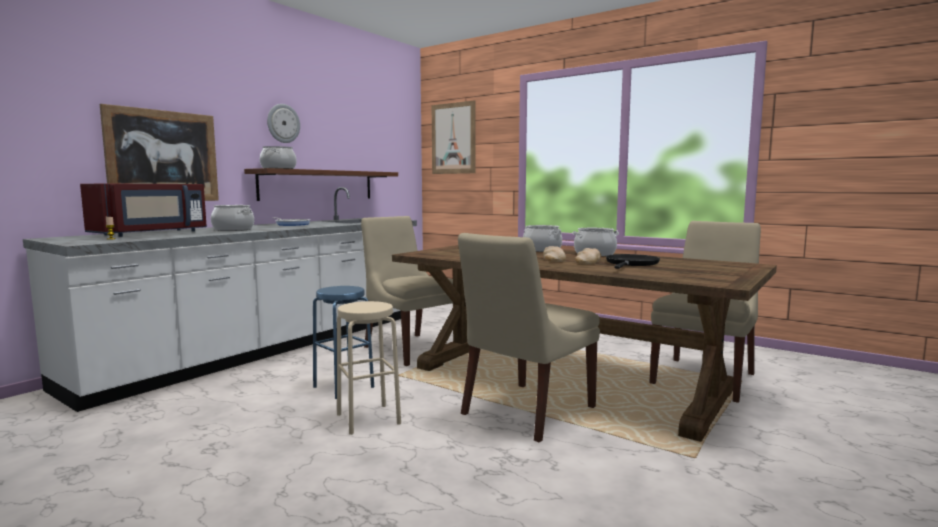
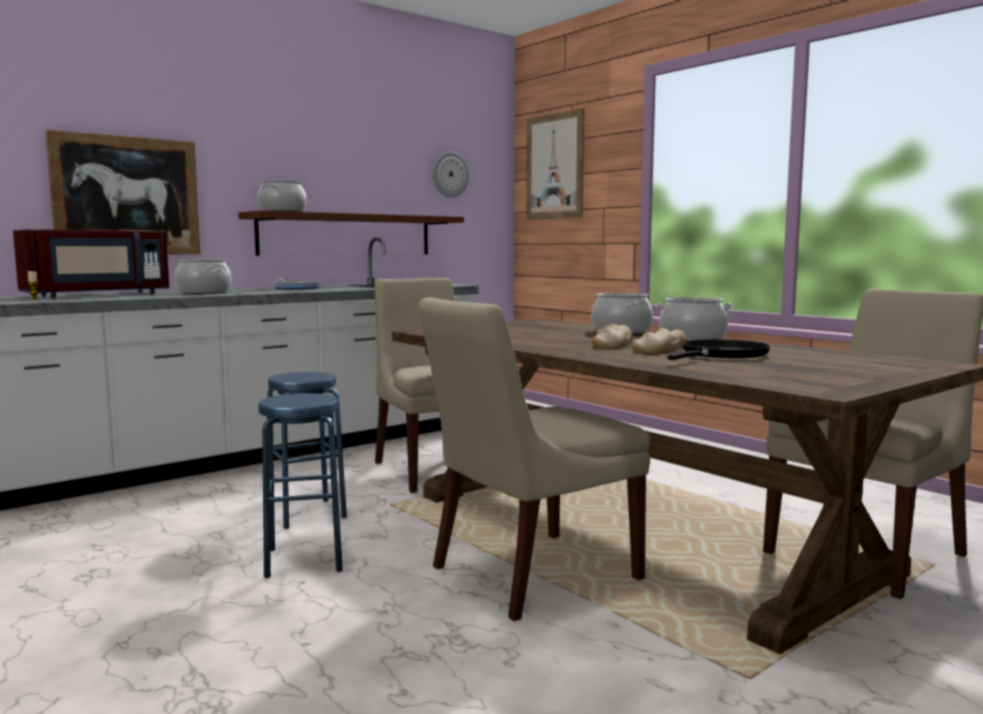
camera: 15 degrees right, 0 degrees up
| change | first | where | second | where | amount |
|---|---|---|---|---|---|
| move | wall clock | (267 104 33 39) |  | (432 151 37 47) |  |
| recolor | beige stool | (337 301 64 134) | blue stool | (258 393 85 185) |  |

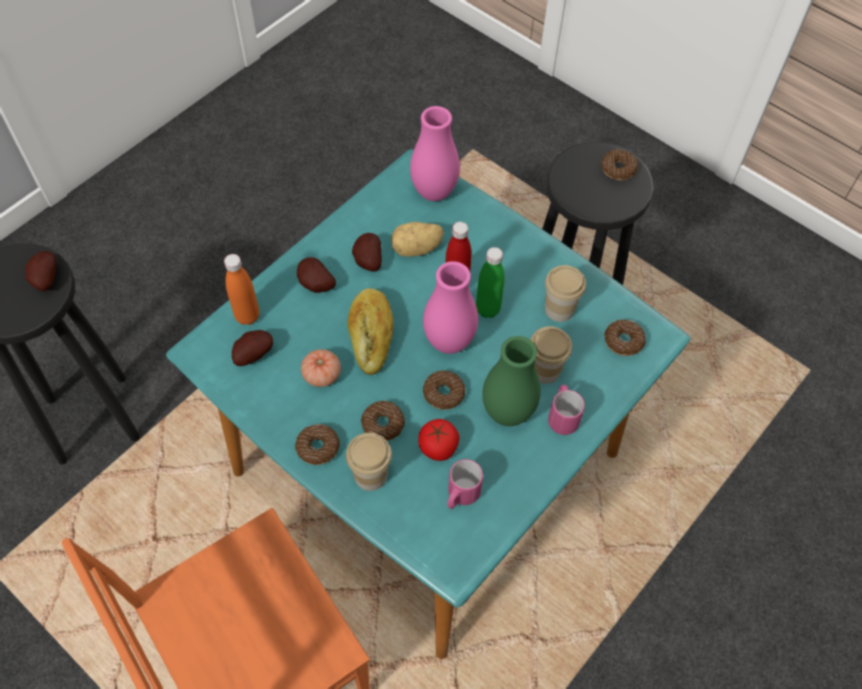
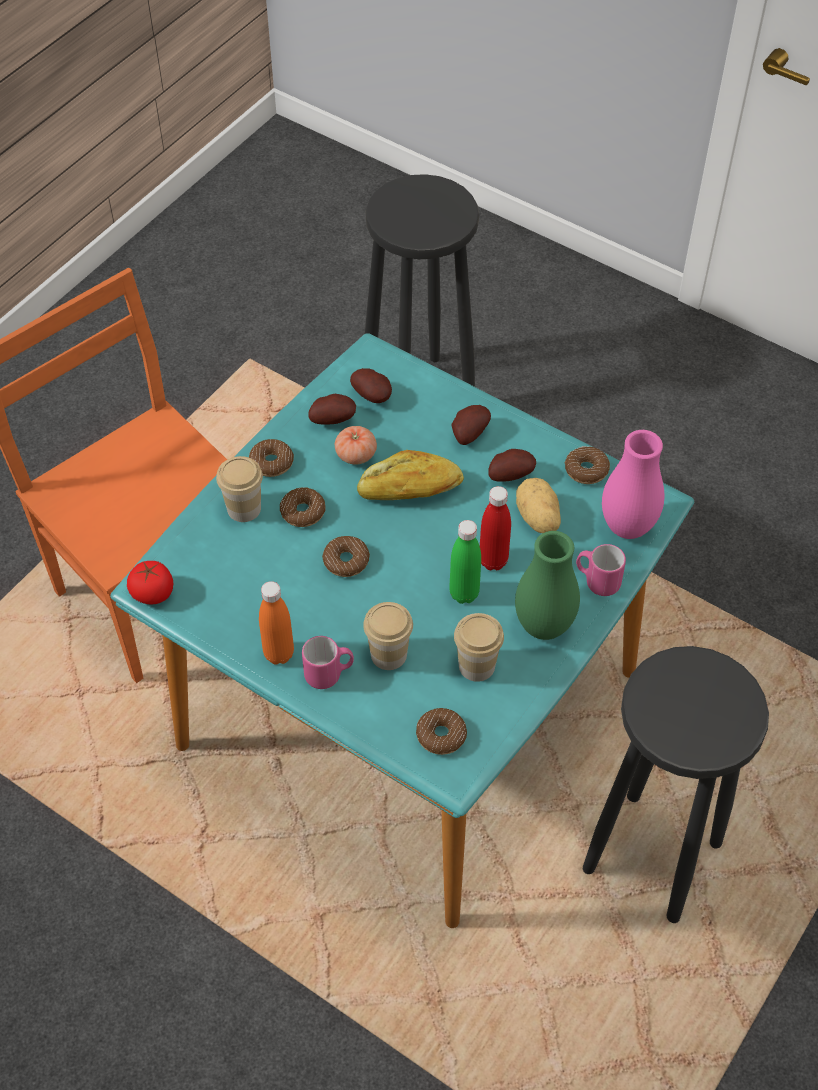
camera: 85 degrees right, 5 degrees down
| change | first | where | second | where | amount |
|---|---|---|---|---|---|
| delete | pink vase | (423 261 55 93) |  |  |  |
| move | potato | (25 251 31 40) |  | (308 394 48 31) |  |
| move | orange bottle | (224 254 35 71) |  | (259 581 35 84) |  |
| move | tomato | (418 419 41 42) |  | (127 561 47 44) |  |
| move | pink mug | (447 459 36 50) |  | (576 544 50 52) |  |
| move | green vase | (482 336 59 90) |  | (515 531 65 109) |  |
| move | donut | (601 149 37 31) |  | (565 446 45 38) |  |

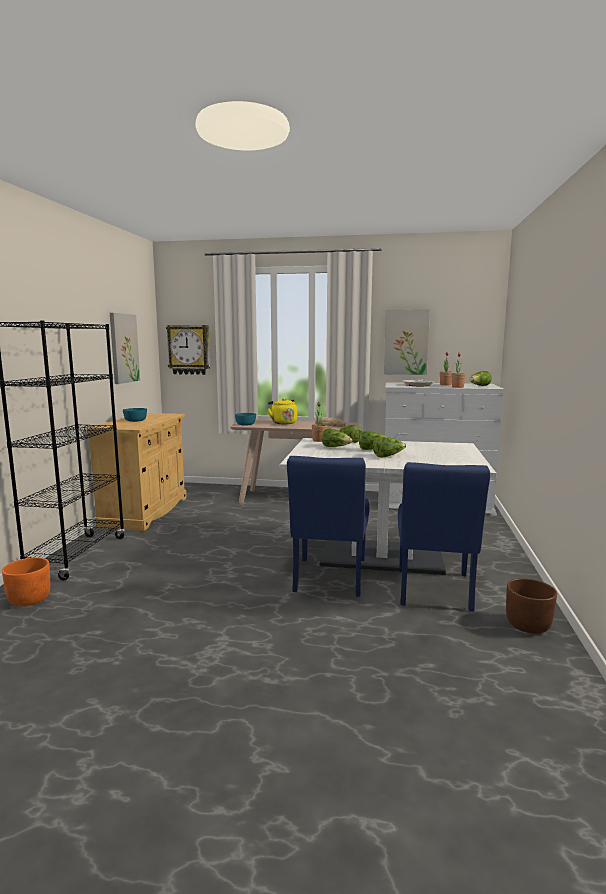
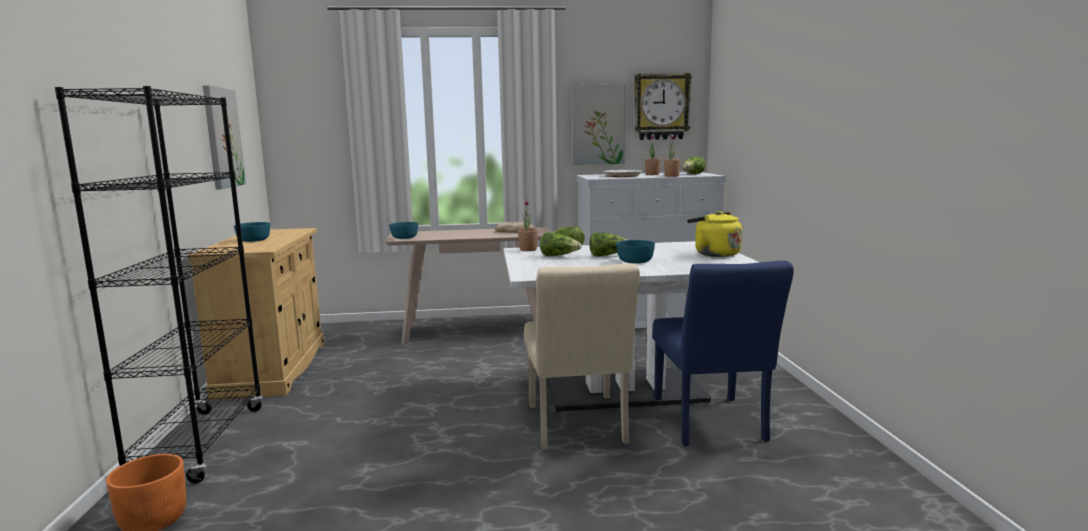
camera: 15 degrees left, 0 degrees up
| change | first | where | second | where | amount |
|---|---|---|---|---|---|
| delete | brown planter | (506 578 51 56) |  |  |  |
| move | wall clock | (166 325 44 50) |  | (634 73 58 67) |  |
| move | yellow kettle | (268 398 29 26) |  | (687 211 55 46) |  |
| replace | lettuce | (373 437 33 20) | turquoise bowl | (616 240 39 24) |  |
| recolor | blue chair | (287 456 82 141) | beige chair | (524 263 116 187) |  |

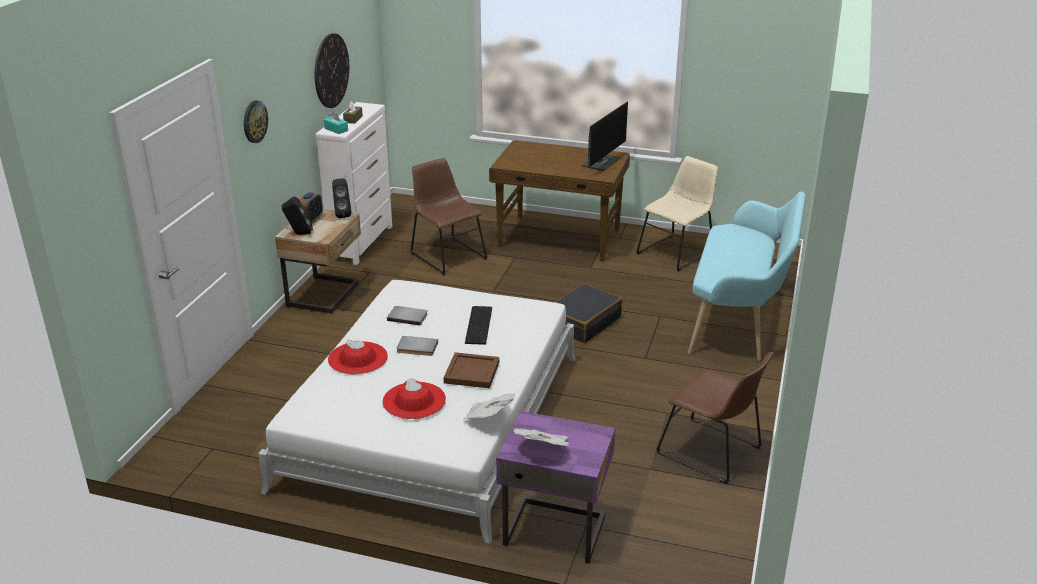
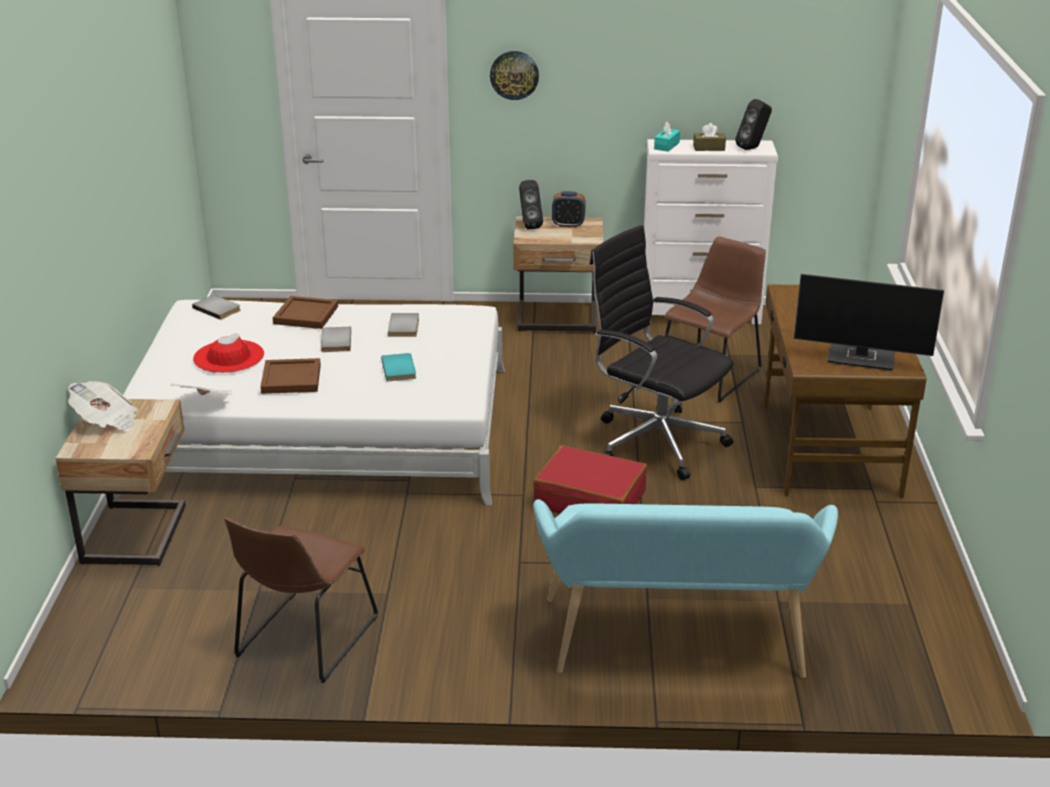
camera: 75 degrees right, 0 degrees up
| change | first | where | second | where | amount |
|---|---|---|---|---|---|
| delete | wall clock | (315 33 34 75) |  |  |  |
| delete | beige chair | (636 156 82 116) |  |  |  |
| insert |  |  | grey book | (192 295 49 25) |  |
| insert |  |  | black office chair | (590 225 144 255) |  |
| move | black speaker | (332 179 19 39) |  | (735 99 37 51) |  |
| replace | red hat | (328 340 60 34) | brown tray | (273 296 65 33) |  |
| replace | keyboard | (465 306 27 39) | turquoise book | (381 353 35 29) |  |
| recolor | purple nightstand | (496 411 119 153) | beige nightstand | (55 399 131 167) |  |
| recolor | black suitcase | (554 284 68 59) | red suitcase | (533 445 114 69) |  |

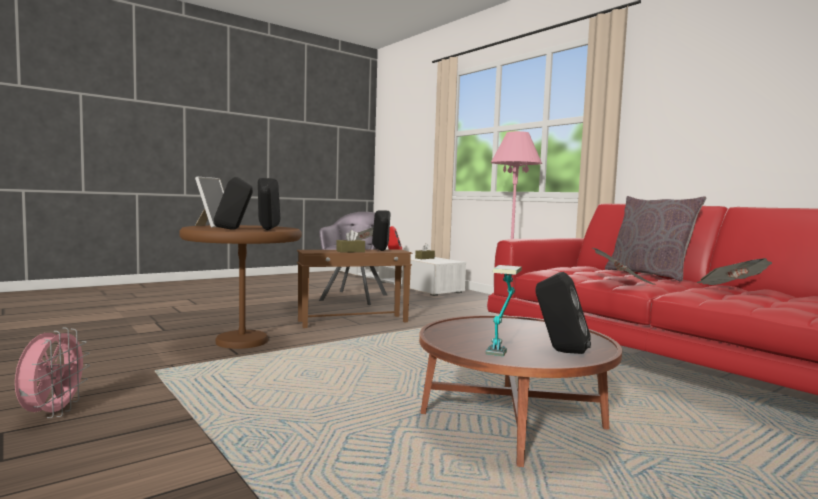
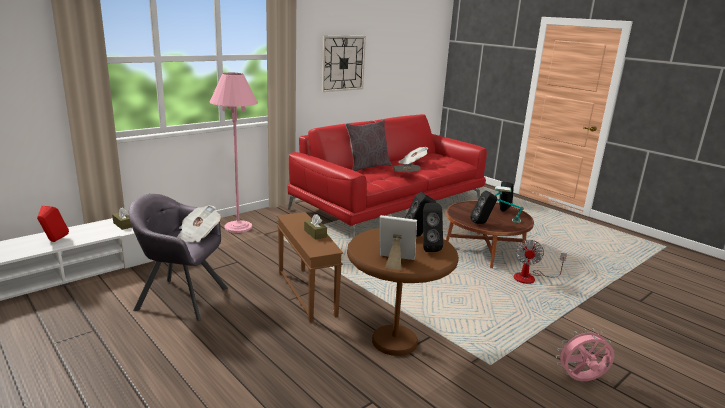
camera: 95 degrees left, 15 degrees up
| change | first | where | second | where | amount |
|---|---|---|---|---|---|
| insert |  |  | wall clock | (321 35 45 57) |  |
| insert |  |  | fan | (514 240 53 44) |  |
| move | black speaker | (372 210 18 41) |  | (471 191 26 33) |  |

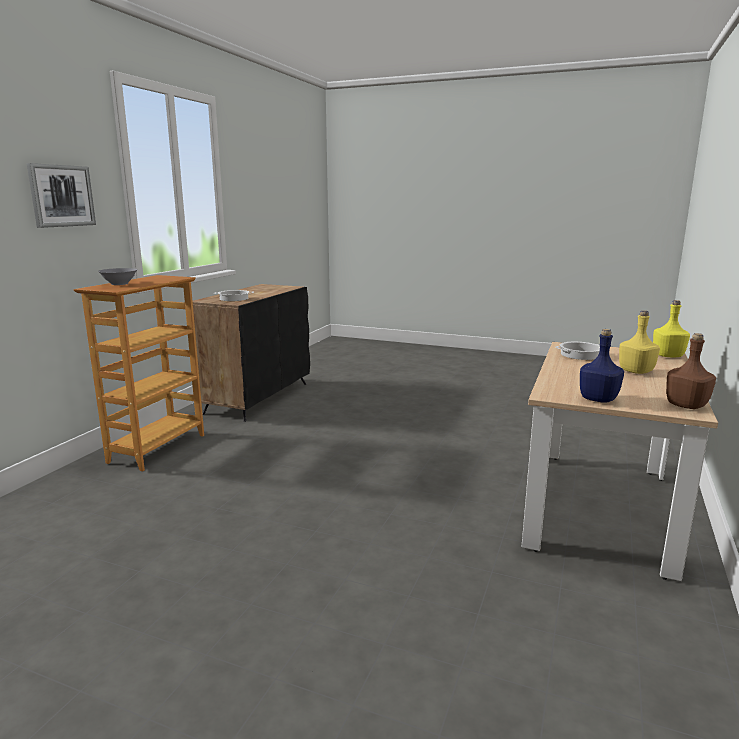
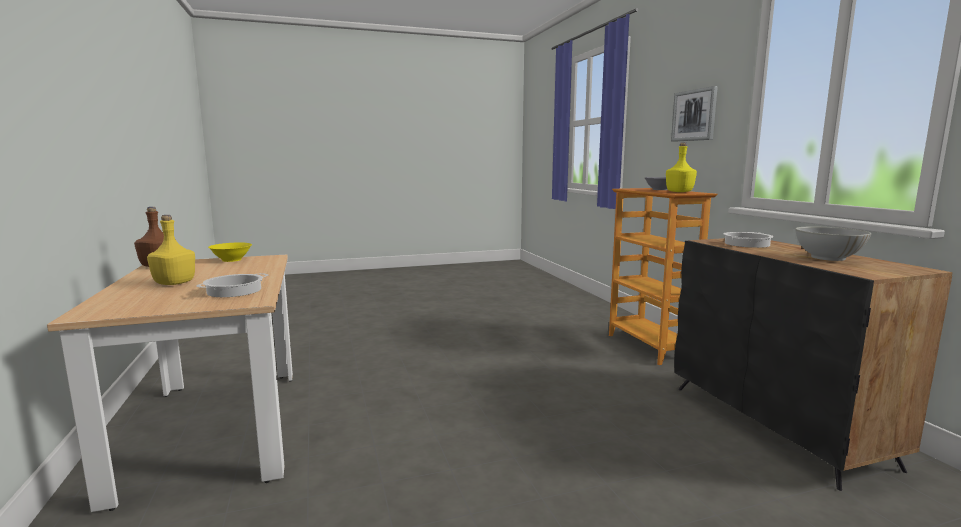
camera: 140 degrees right, 5 degrees down
| change | first | where | second | where | amount |
|---|---|---|---|---|---|
| insert |  |  | white bowl | (795 226 76 35) |  |
| move | yellow bottle | (653 300 37 57) |  | (666 142 31 50) |  |
| replace | blue bottle | (580 329 44 74) | yellow bowl | (208 242 44 20) |  |

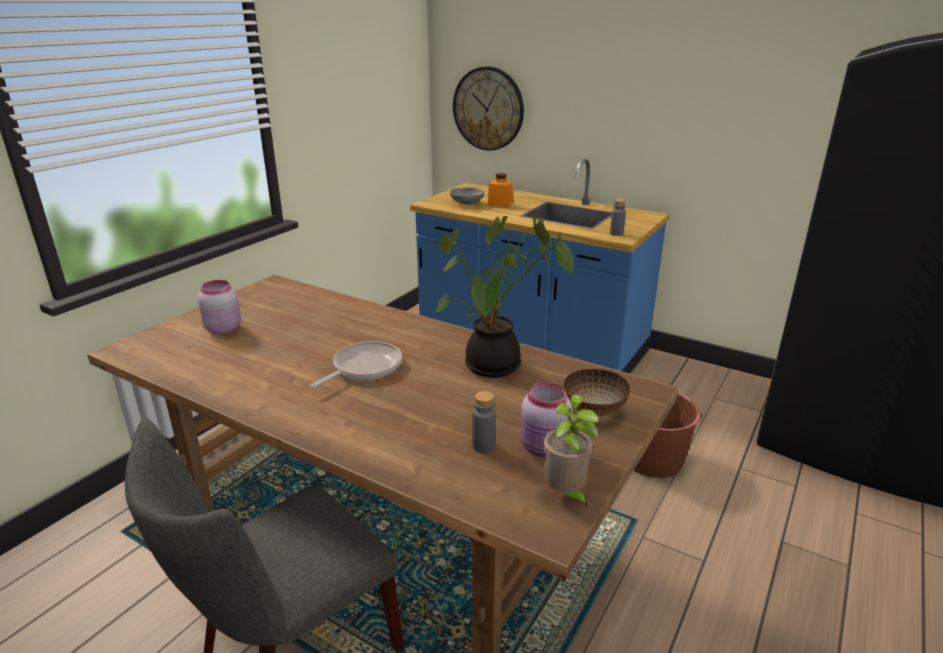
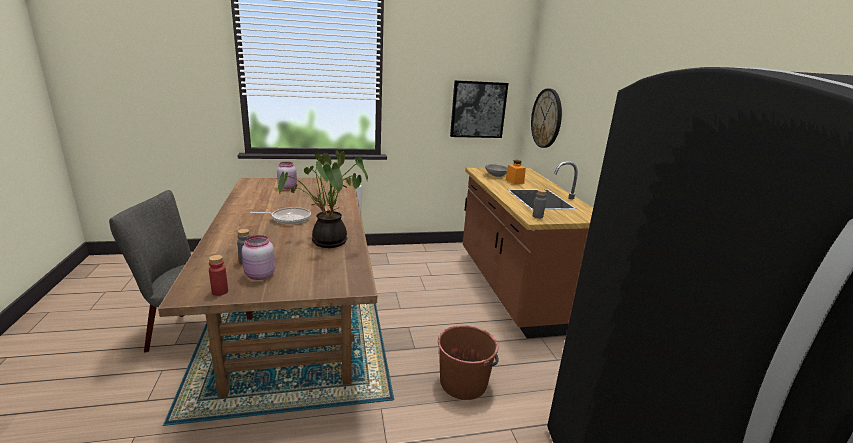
camera: 45 degrees right, 5 degrees down
| change | first | where | second | where | amount |
|---|---|---|---|---|---|
| delete | bowl | (564 369 66 48) |  |  |  |
| insert |  |  | picture | (450 80 58 58) |  |
| replace | potted plant | (543 395 56 115) | red bottle | (209 255 19 41) |  |
| recolor | blue counter | (410 158 259 215) | brown counter | (463 161 130 178) |  |

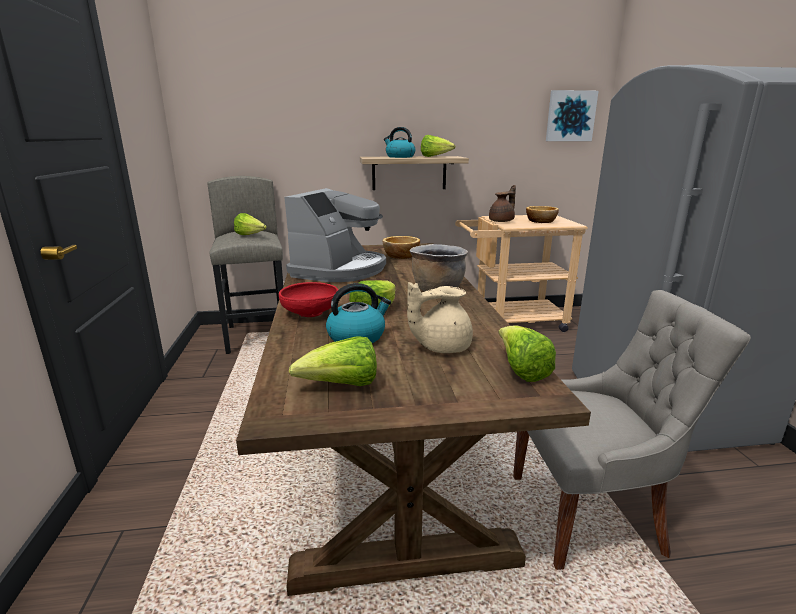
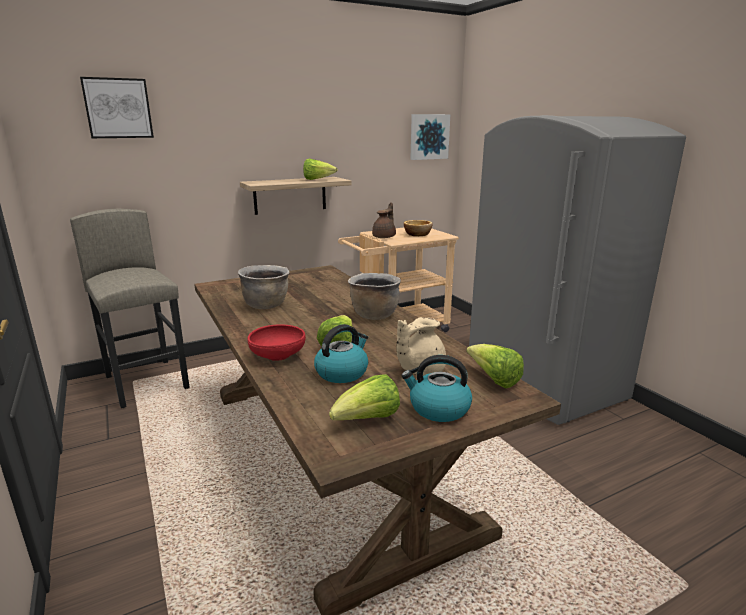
camera: 20 degrees left, 0 degrees up
| change | first | where | second | where | amount |
|---|---|---|---|---|---|
| delete | lettuce | (234 213 33 22) |  |  |  |
| delete | bowl | (383 236 37 23) |  |  |  |
| delete | grey chair | (513 290 238 280) |  |  |  |
| insert |  |  | picture | (80 77 74 61) |  |
| move | kettle | (384 127 31 31) |  | (401 355 71 67) |  |
| replace | coffee machine | (284 188 102 94) | brown cooking pot | (238 265 52 44) |  |

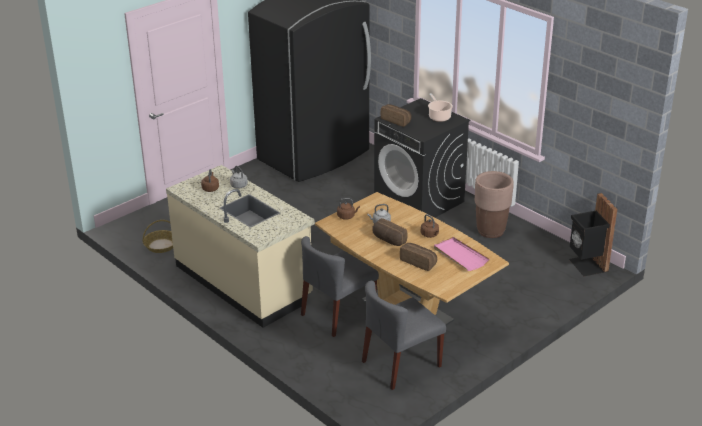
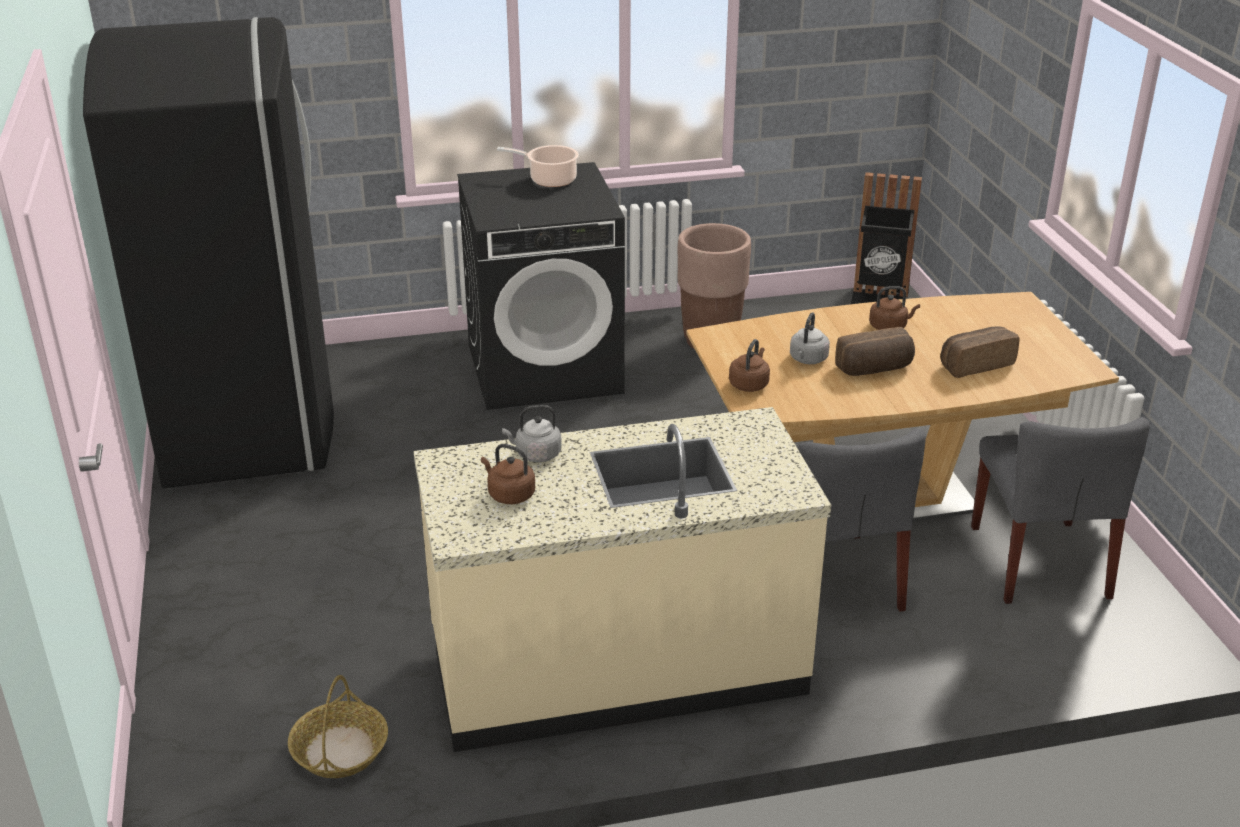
camera: 60 degrees left, 0 degrees up
| change | first | where | second | where | amount |
|---|---|---|---|---|---|
| delete | bread | (381 104 31 23) |  |  |  |
| delete | pink tray | (434 237 56 34) |  |  |  |

